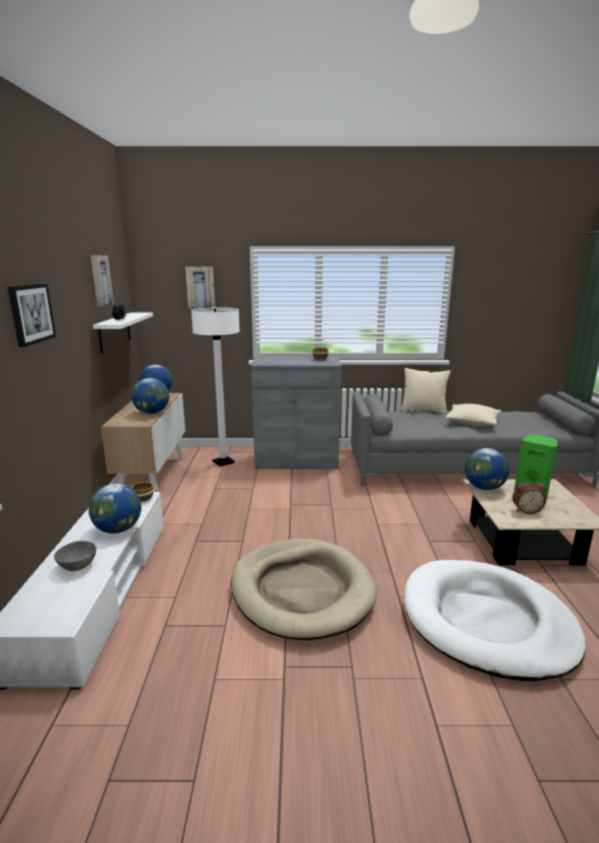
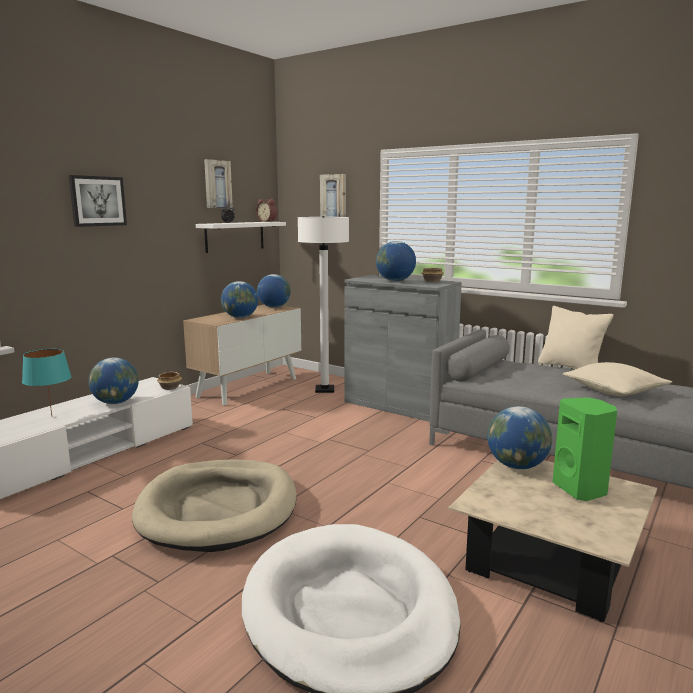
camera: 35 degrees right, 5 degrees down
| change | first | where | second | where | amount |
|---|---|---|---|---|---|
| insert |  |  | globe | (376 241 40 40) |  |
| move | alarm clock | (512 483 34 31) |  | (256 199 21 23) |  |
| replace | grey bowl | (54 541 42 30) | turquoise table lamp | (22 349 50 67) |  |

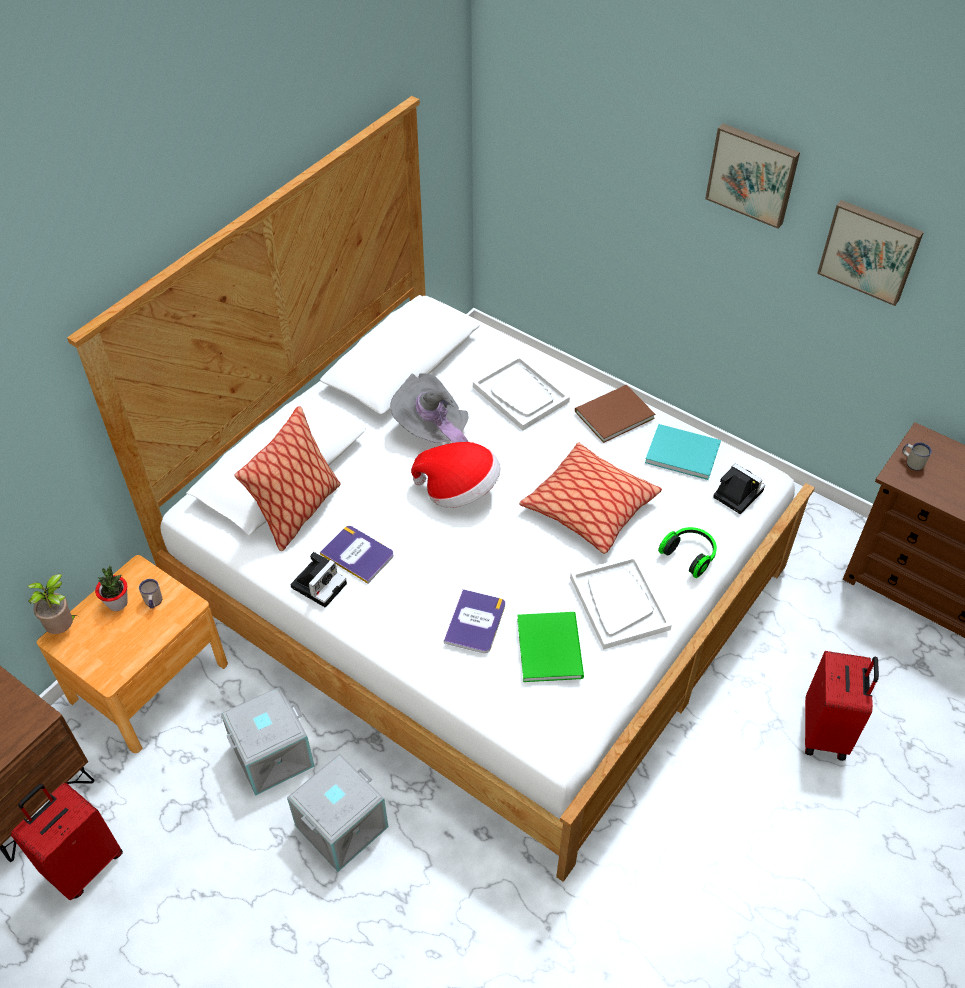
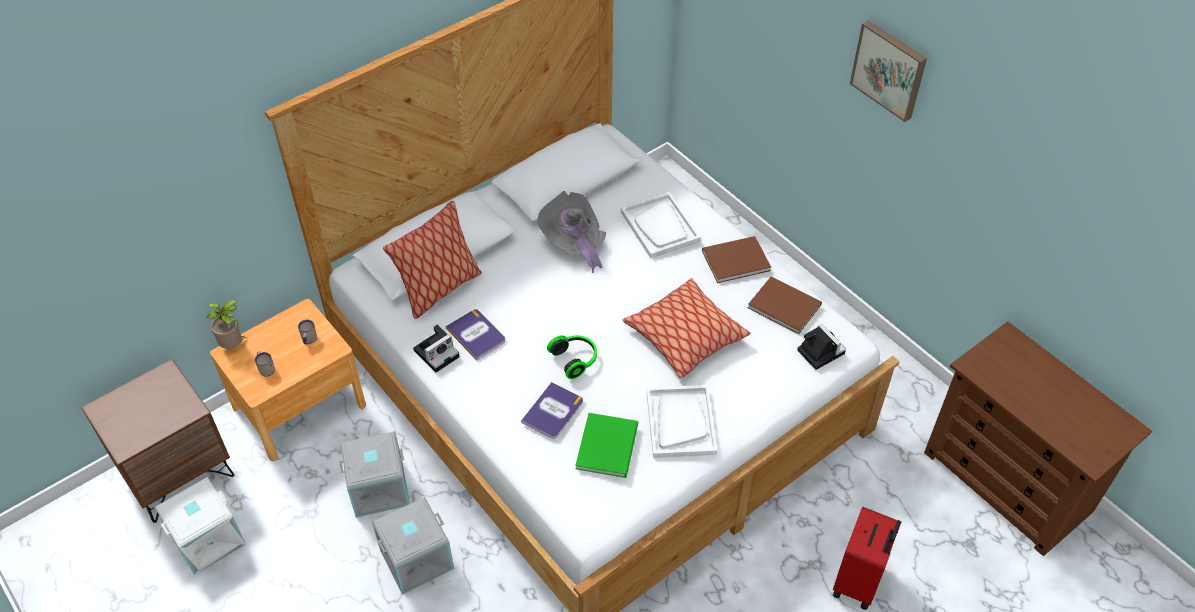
camera: 15 degrees right, 0 degrees up
| change | first | where | second | where | amount |
|---|---|---|---|---|---|
| delete | potted plant | (95 565 33 46) |  |  |  |
| delete | hat | (411 442 90 66) |  |  |  |
| delete | picture | (817 200 107 106) |  |  |  |
| move | headphones | (658 527 59 51) |  | (547 335 50 44) |  |
| move | white mug | (903 443 29 28) |  | (255 351 20 26) |  |
| replace | red suitcase | (11 783 112 117) | white storage box | (155 477 91 98) |  |
| recolor | turquoise book | (645 424 76 56) | brown book | (748 276 74 58) |  |

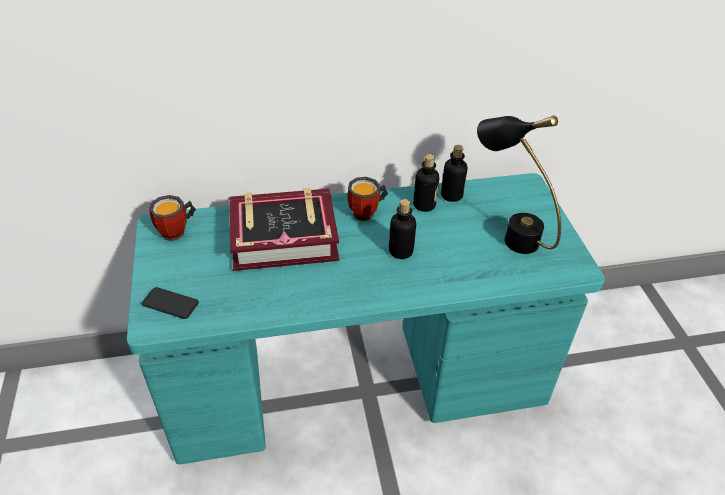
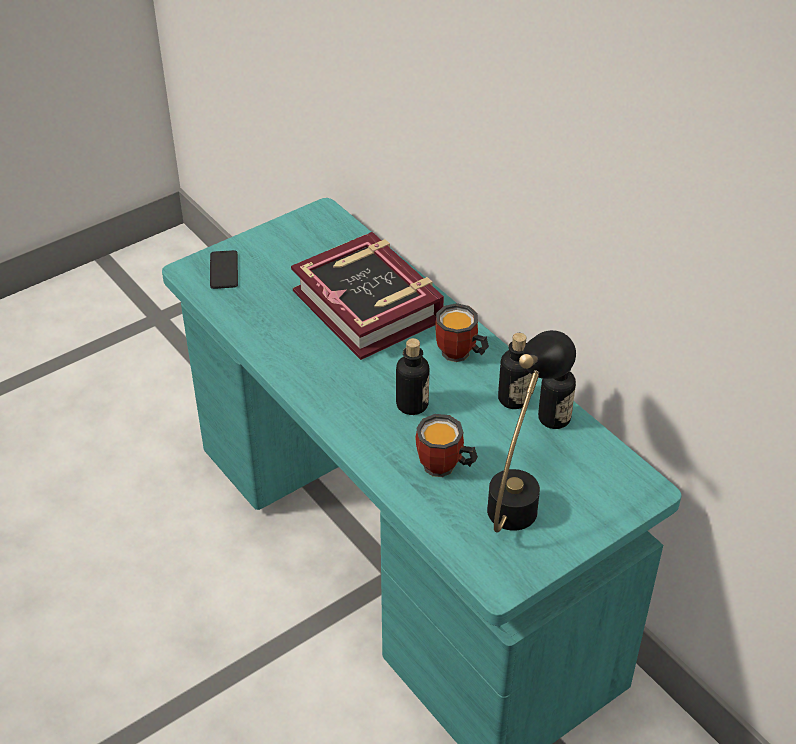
camera: 65 degrees right, 0 degrees up
| change | first | where | second | where | amount |
|---|---|---|---|---|---|
| move | mug | (149 195 47 46) |  | (415 414 63 63) |  |

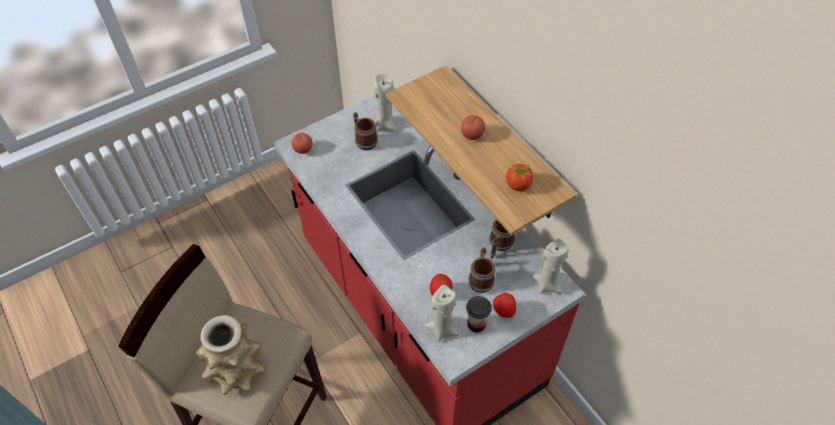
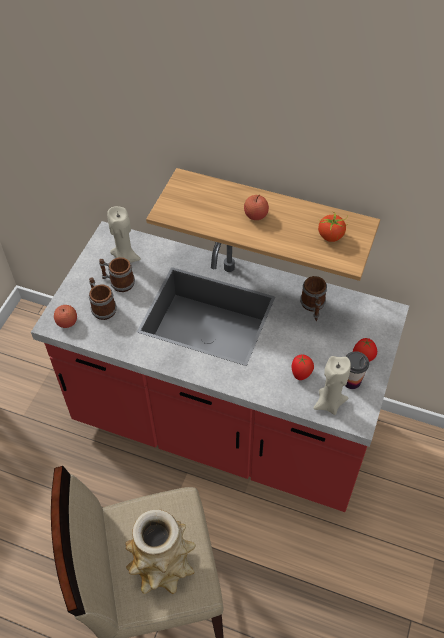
camera: 35 degrees left, 0 degrees up
| change | first | where | second | where | amount |
|---|---|---|---|---|---|
| delete | beige candle | (531 238 38 56) |  |  |  |
| move | mug | (468 247 28 46) |  | (89 278 28 42) |  |

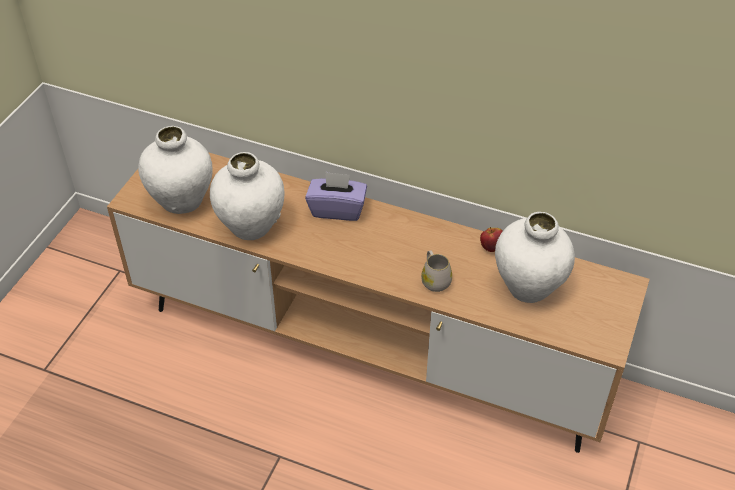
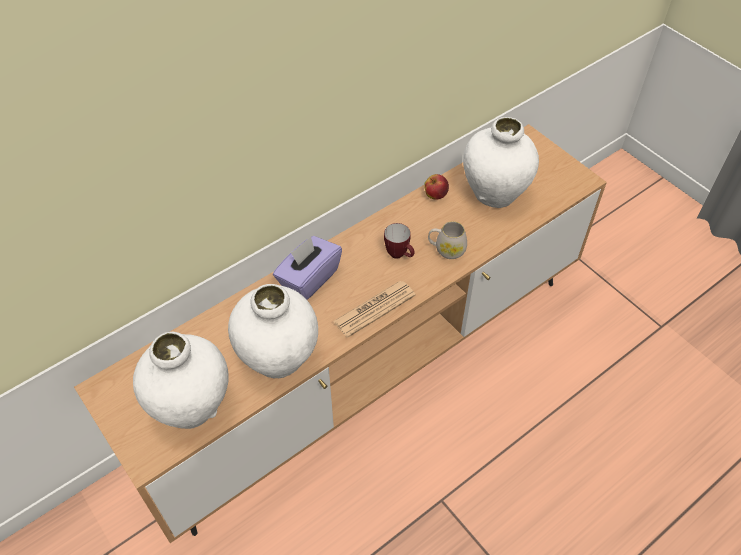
camera: 60 degrees left, 5 degrees up
| change | first | where | second | where | amount |
|---|---|---|---|---|---|
| insert |  |  | newspaper | (333 281 83 56) |  |
| insert |  |  | mug | (384 223 31 36) |  |

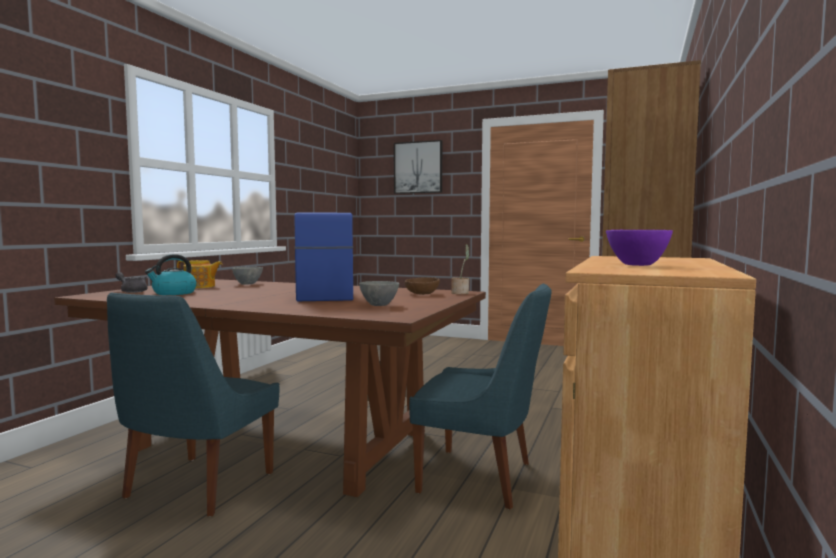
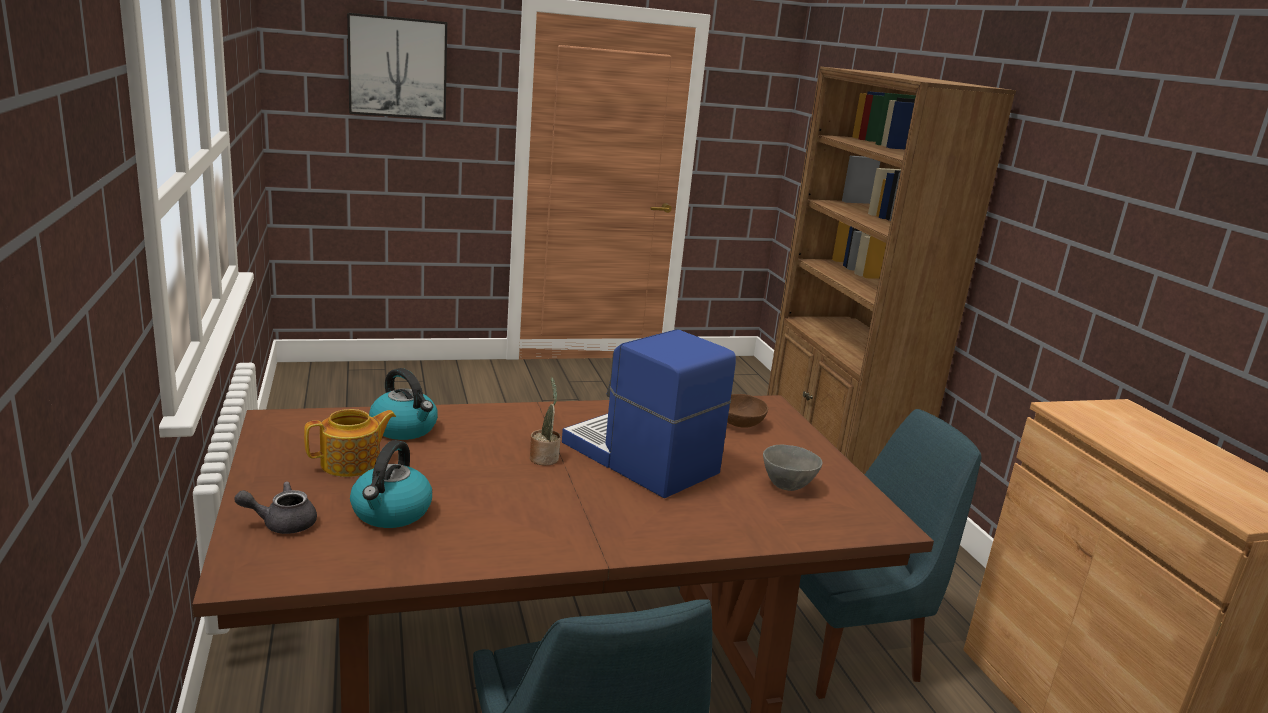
camera: 40 degrees left, 15 degrees up
| change | first | where | second | where | amount |
|---|---|---|---|---|---|
| delete | purple bowl | (606 230 67 36) |  |  |  |
| move | potted plant | (451 244 18 50) |  | (530 377 31 88) |  |
| replace | grey bowl | (232 267 31 18) | kettle | (369 368 69 72) |  |

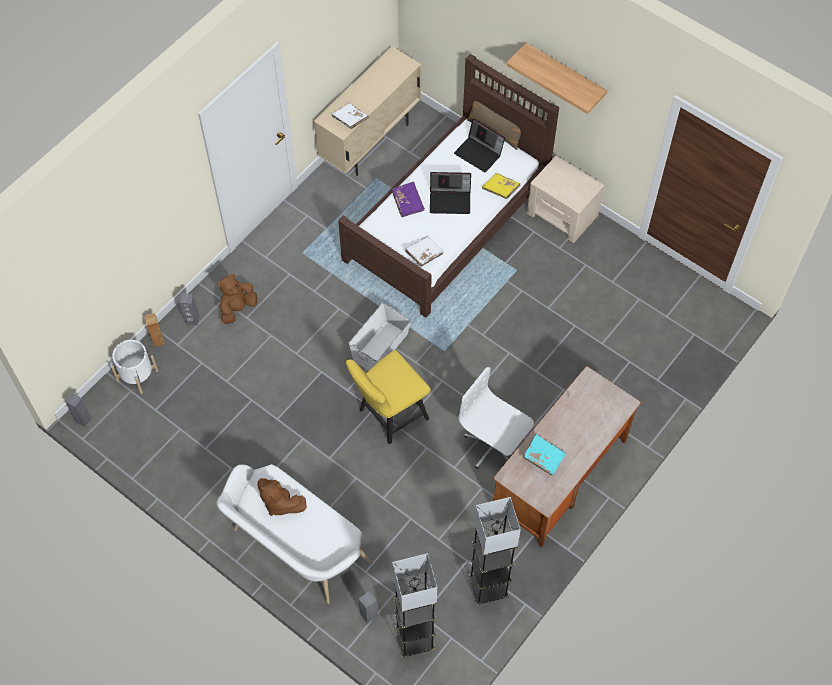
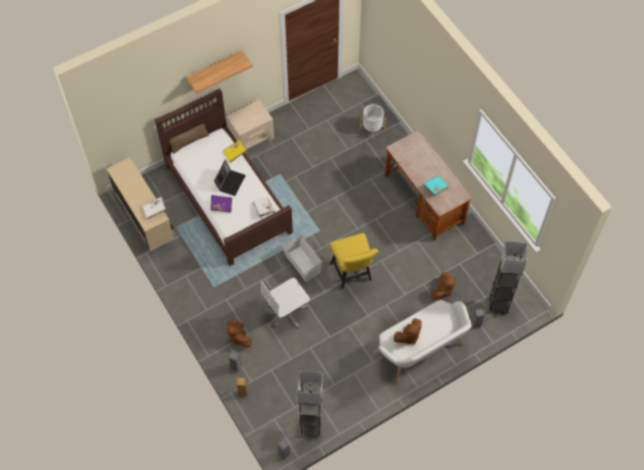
camera: 70 degrees left, 0 degrees up
| change | first | where | second | where | amount |
|---|---|---|---|---|---|
| delete | laptop | (454 119 51 53) |  |  |  |
| insert |  |  | brown plush toy | (431 272 25 28) |  |
| move | white planter | (111 340 47 54) |  | (360 104 26 35) |  |
| move | white office chair | (459 367 75 102) |  | (261 278 49 50) |  |
| move | grey floor lamp | (469 497 52 108) |  | (298 371 25 66) |  |

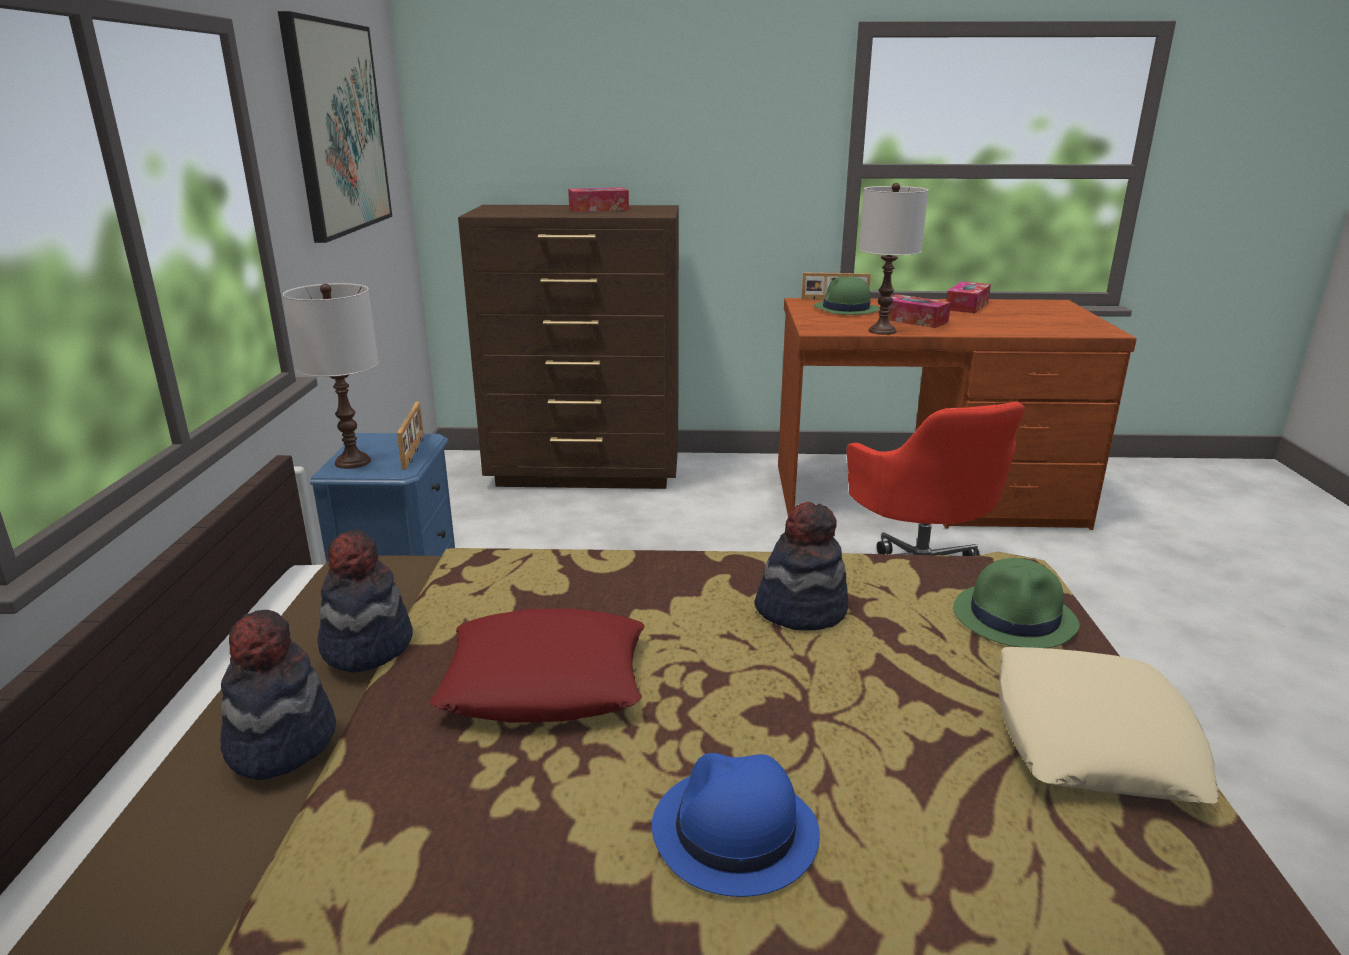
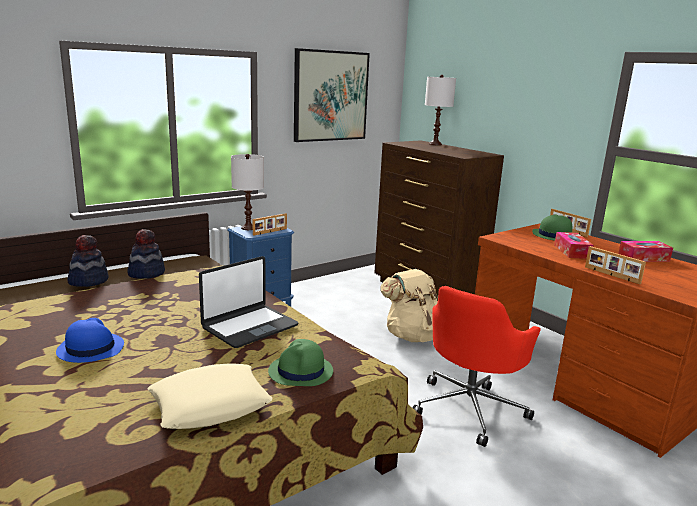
camera: 50 degrees right, 5 degrees down
| change | first | where | second | where | amount |
|---|---|---|---|---|---|
| delete | red pillow | (430 609 215 114) |  |  |  |
| delete | tissue box | (568 187 61 25) |  |  |  |
| insert |  |  | beige backpack | (381 269 57 73) |  |
| insert |  |  | picture frame | (585 246 61 38) |  |
| move | white table lamp | (859 183 69 152) |  | (425 75 31 70) |  |
| replace | hat | (754 502 94 128) | laptop | (199 256 99 92) |  |

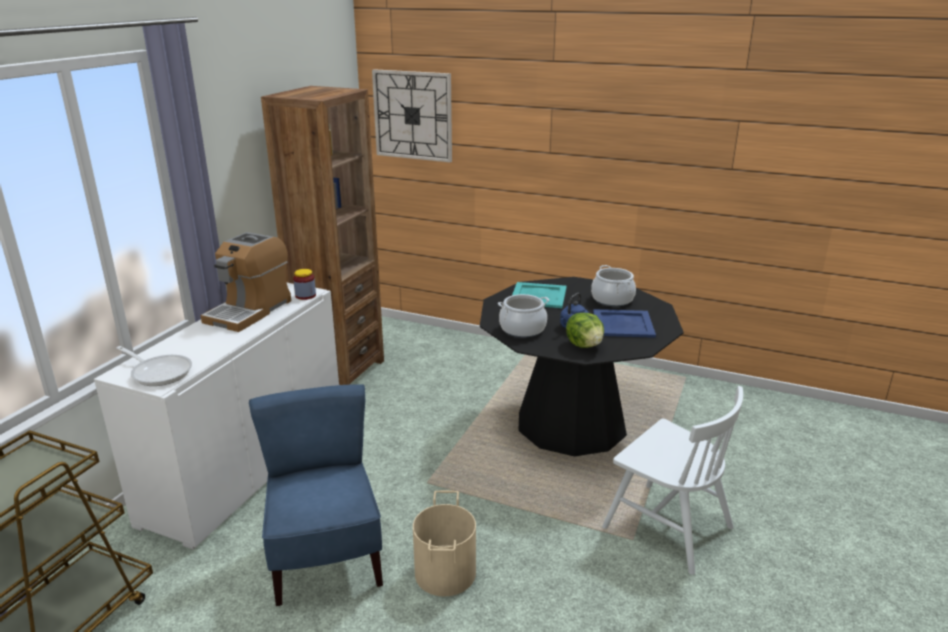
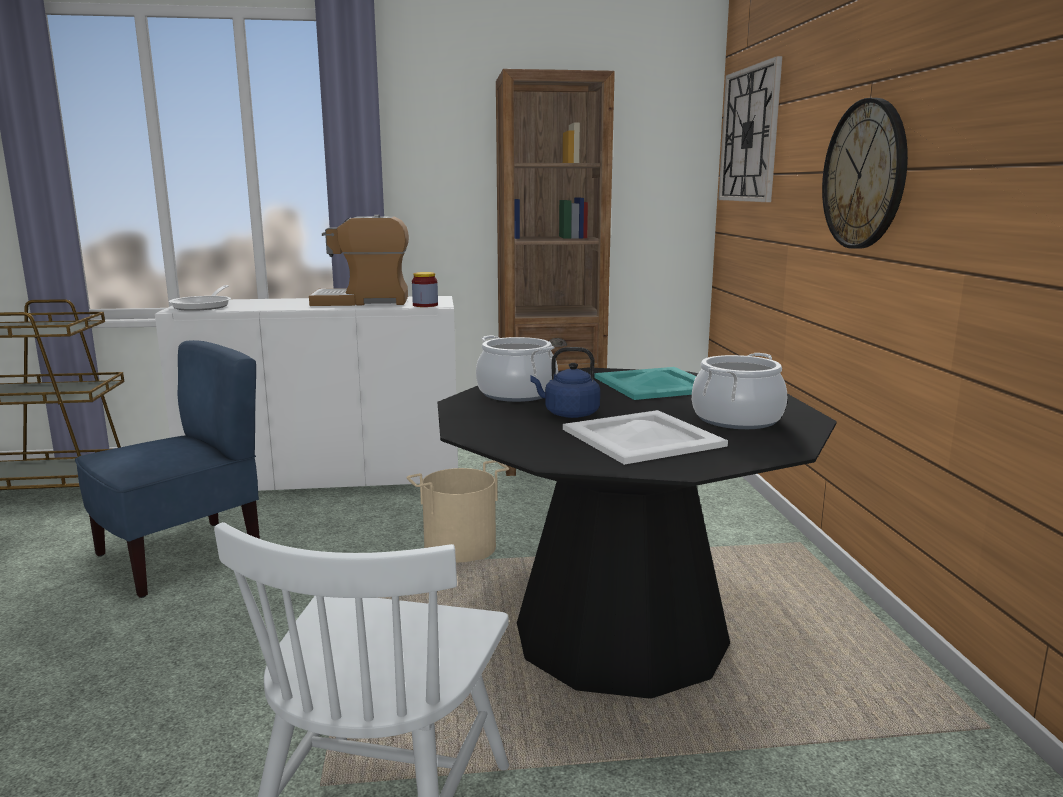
camera: 60 degrees right, 10 degrees down
| change | first | where | second | where | amount |
|---|---|---|---|---|---|
| delete | lettuce | (566 313 38 35) |  |  |  |
| insert |  |  | wall clock | (822 98 86 151) |  |
| move | beige bucket | (413 490 63 106) |  | (406 460 103 102) |  |
| recolor | blue tray | (593 309 63 29) | white tray | (563 410 165 55) |  |

